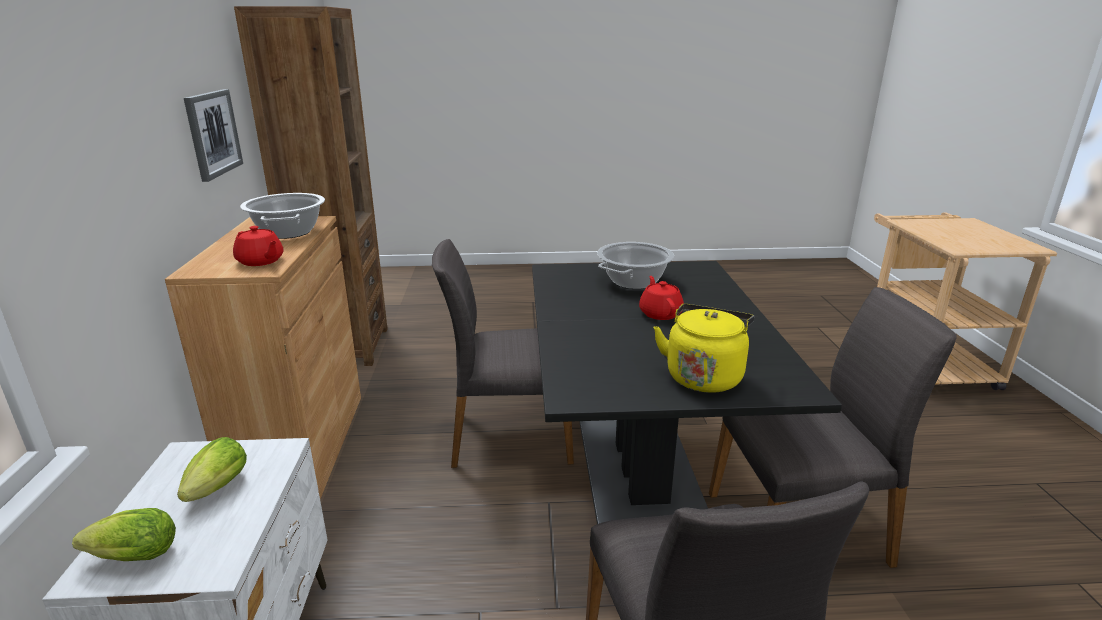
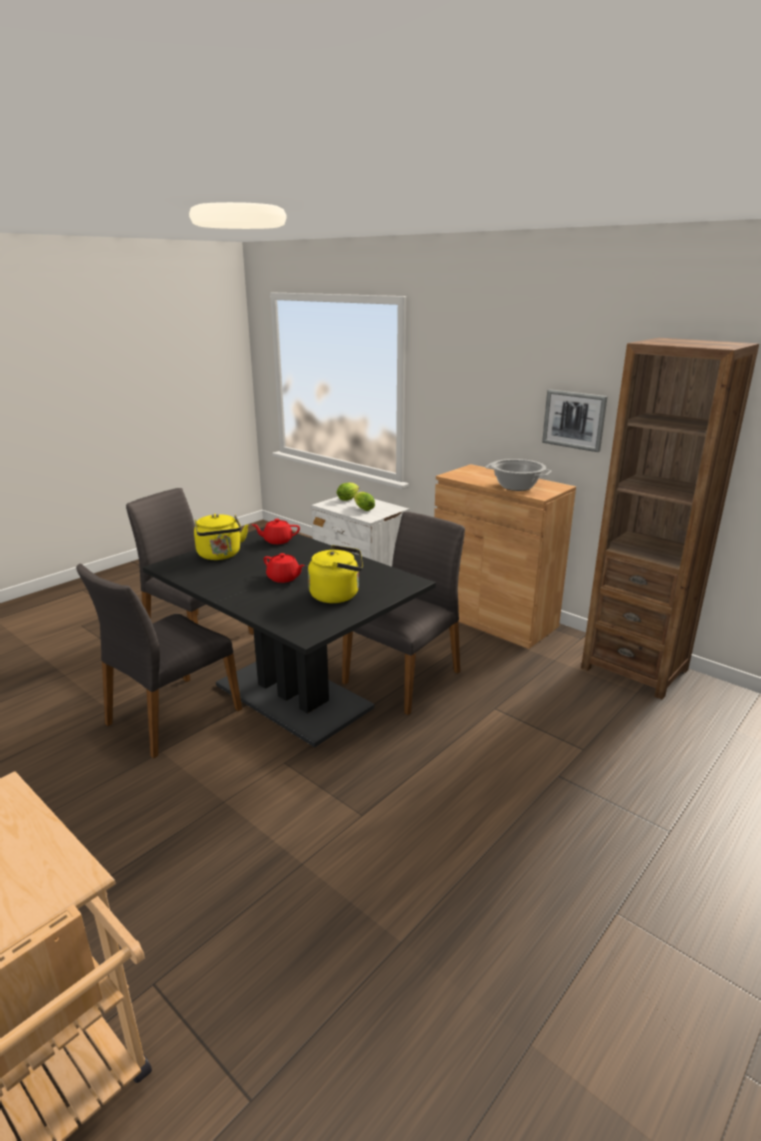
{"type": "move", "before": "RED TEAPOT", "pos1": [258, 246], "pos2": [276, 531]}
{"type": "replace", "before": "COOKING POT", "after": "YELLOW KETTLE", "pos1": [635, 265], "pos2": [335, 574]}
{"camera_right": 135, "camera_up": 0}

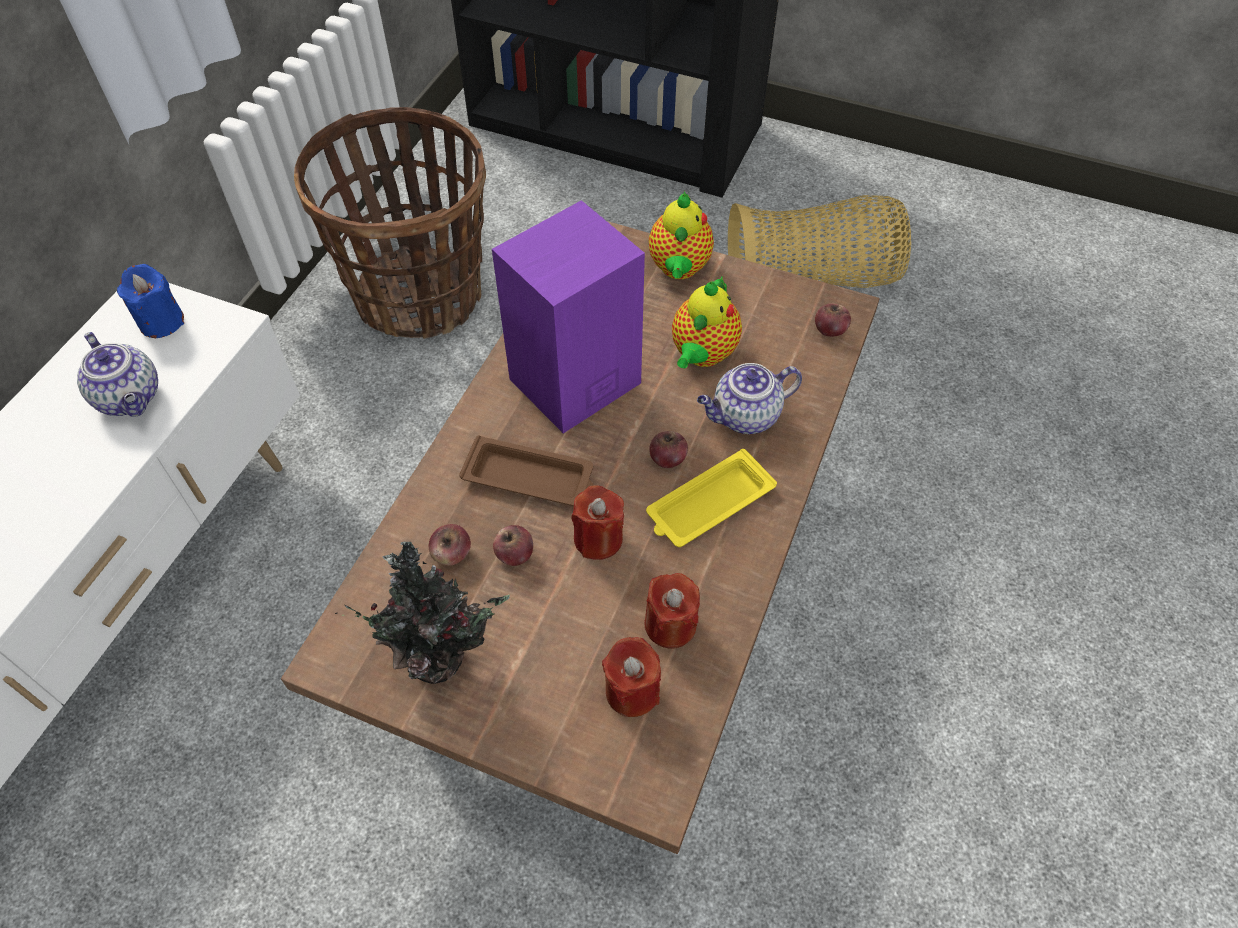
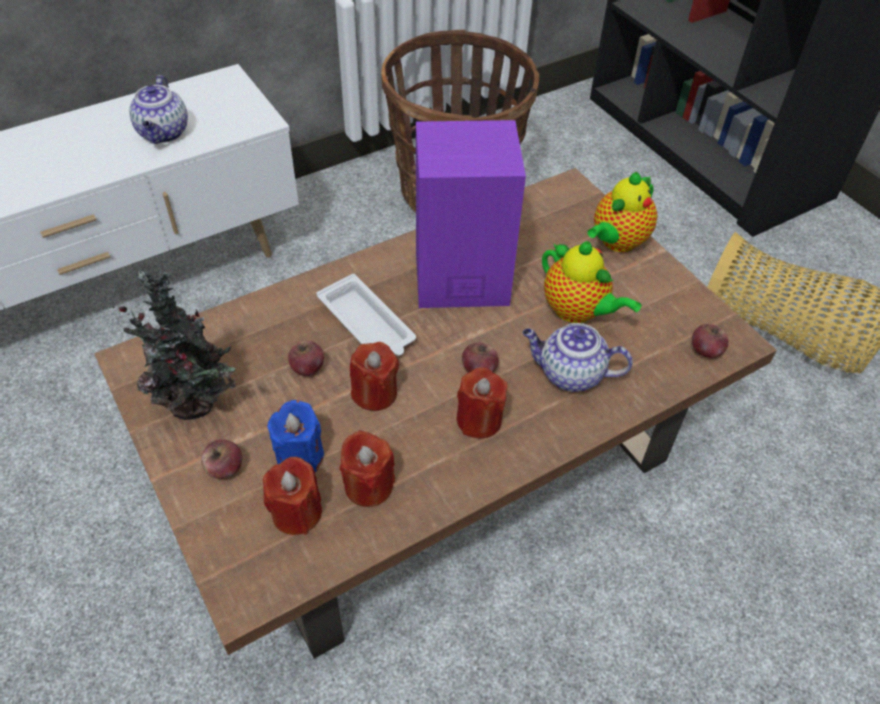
{"type": "move", "before": "BLUE CANDLE", "pos1": [150, 301], "pos2": [295, 436]}
{"type": "rotate", "before": "TEAPOT", "pos1": [707, 323], "pos2": [591, 282], "turn": -105}
{"type": "recolor", "before": "BROWN TRAY", "after": "WHITE TRAY", "pos1": [526, 470], "pos2": [366, 315]}
{"type": "replace", "before": "YELLOW TRAY", "after": "RED CANDLE", "pos1": [711, 498], "pos2": [482, 403]}
{"type": "move", "before": "APPLE", "pos1": [450, 545], "pos2": [221, 459]}
{"camera_right": 35, "camera_up": -5}

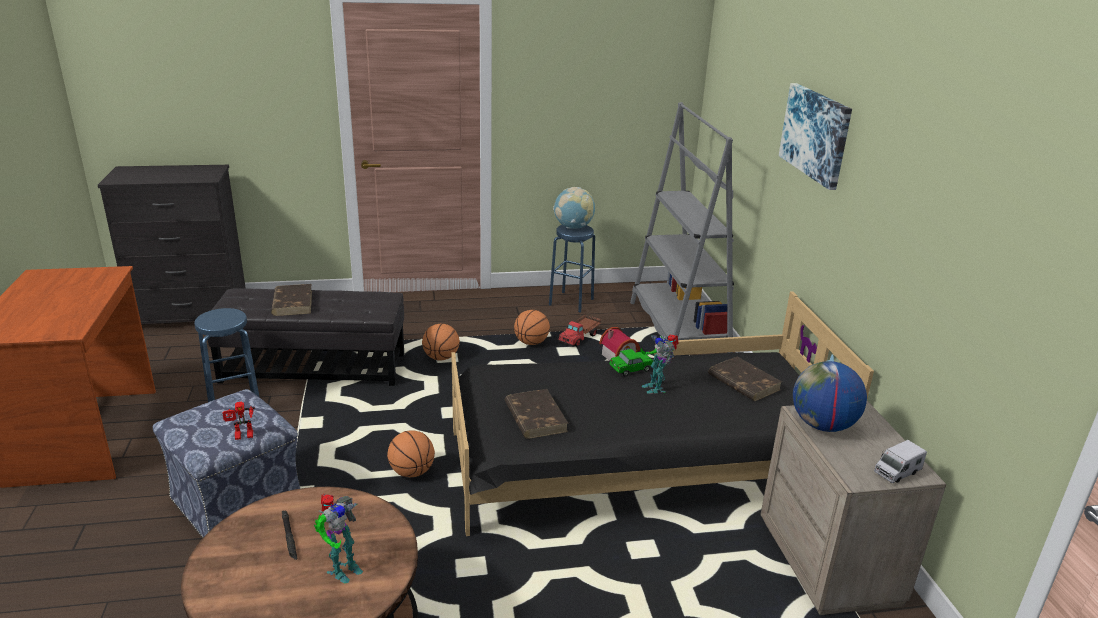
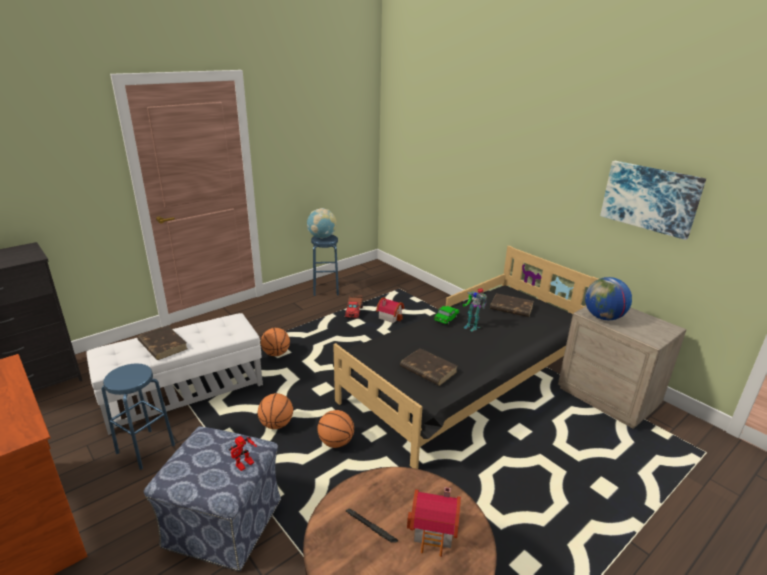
{"type": "move", "before": "PICTURE", "pos1": [815, 136], "pos2": [653, 200]}
{"type": "delete", "before": "GREY BOOKCASE", "pos1": [682, 227]}
{"type": "recolor", "before": "BLACK OTTOMAN", "after": "WHITE OTTOMAN", "pos1": [306, 337], "pos2": [174, 374]}
{"type": "move", "before": "BASKETBALL", "pos1": [532, 327], "pos2": [275, 411]}
{"type": "delete", "before": "TOY TRUCK", "pos1": [900, 461]}
{"type": "replace", "before": "TOY ROBOT", "after": "TOY HOUSE", "pos1": [338, 539], "pos2": [434, 522]}
{"camera_right": -30, "camera_up": 0}

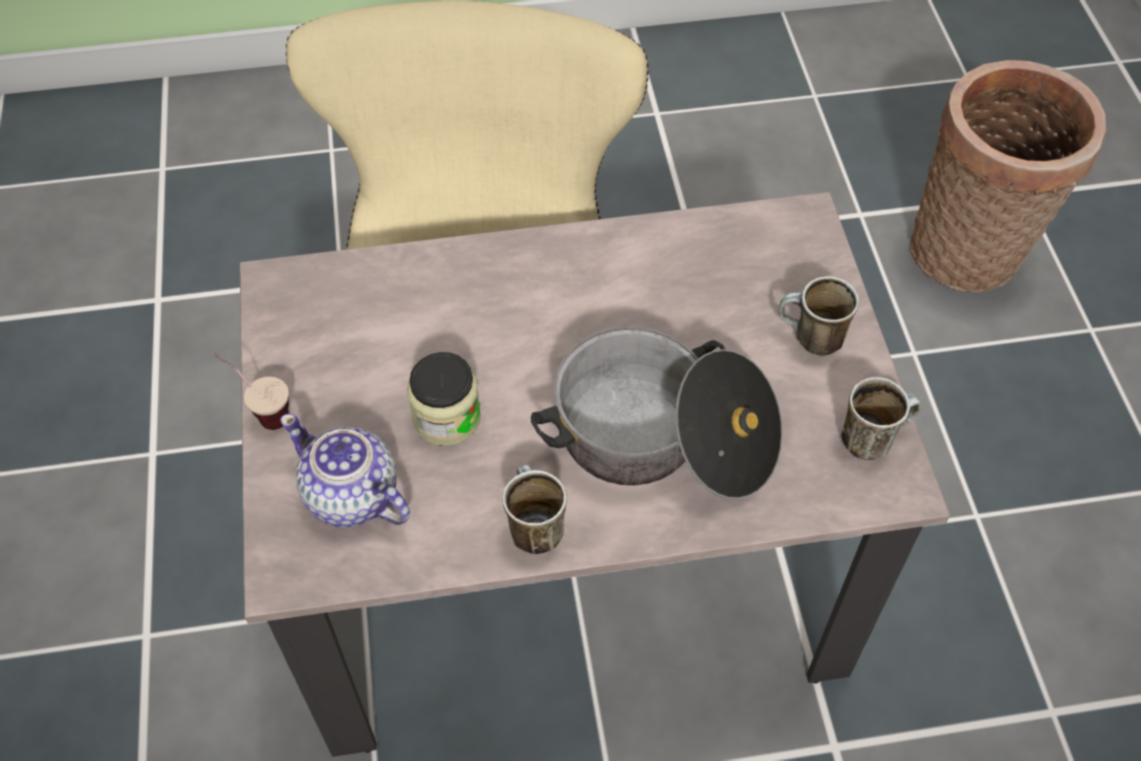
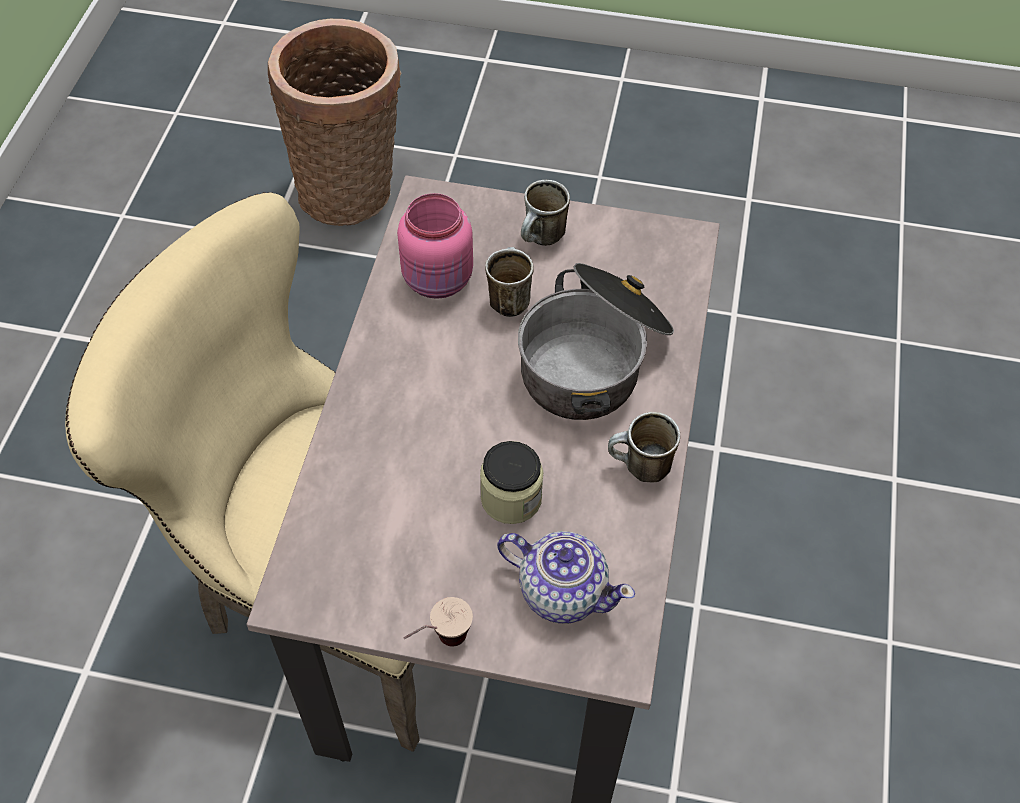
{"type": "move", "before": "MUG", "pos1": [881, 418], "pos2": [509, 282]}
{"type": "rotate", "before": "TEAPOT", "pos1": [345, 471], "pos2": [566, 577], "turn": -120}
{"type": "insert", "after": "PINK JAR", "pos2": [435, 246]}
{"camera_right": -70, "camera_up": 0}

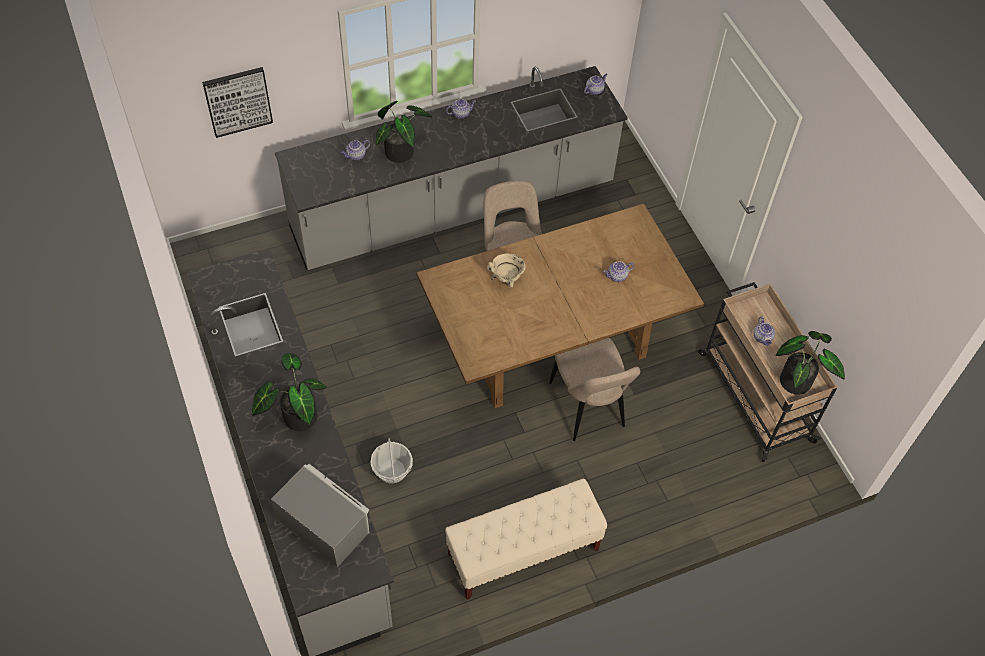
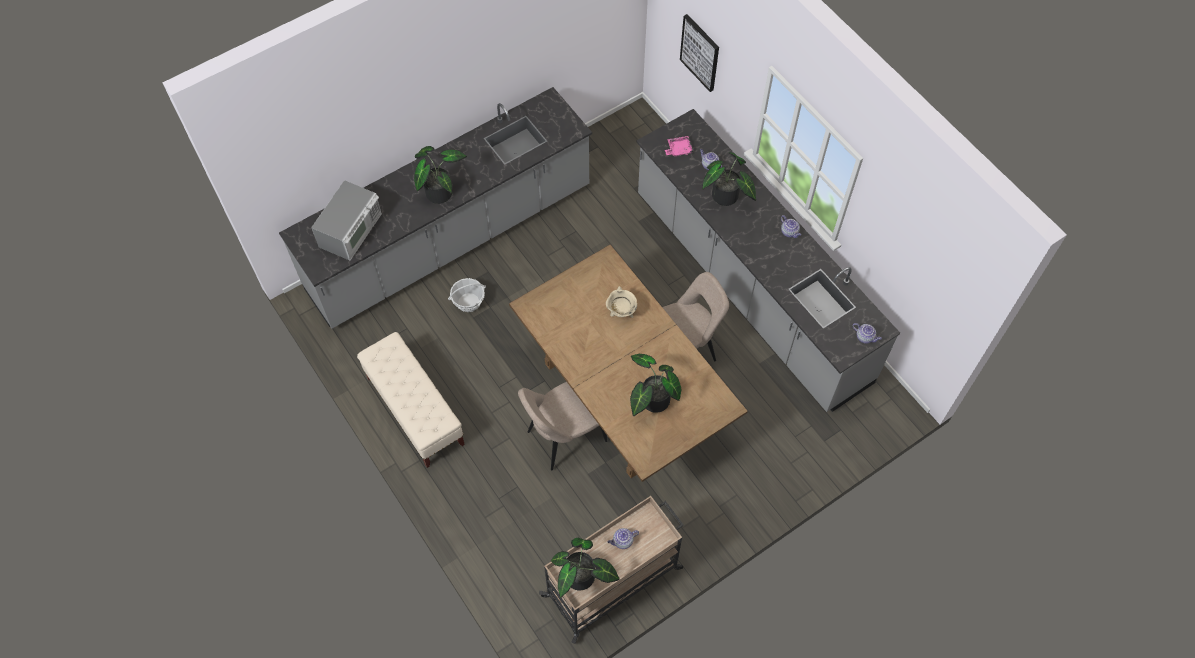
{"type": "replace", "before": "TEAPOT", "after": "POTTED PLANT", "pos1": [618, 271], "pos2": [656, 385]}
{"type": "insert", "after": "PINK TRAY", "pos2": [679, 146]}
{"camera_right": 80, "camera_up": 5}

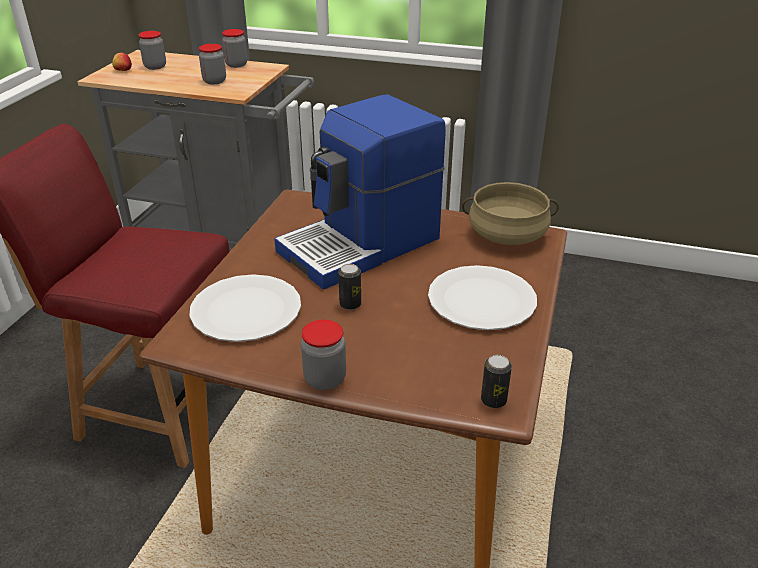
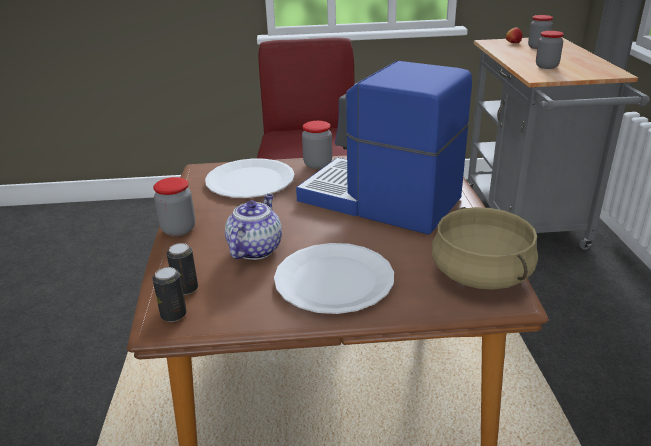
{"type": "move", "before": "JAR", "pos1": [234, 48], "pos2": [317, 145]}
{"type": "move", "before": "CAN", "pos1": [349, 287], "pos2": [182, 269]}
{"type": "insert", "after": "TEAPOT", "pos2": [253, 227]}
{"camera_right": 70, "camera_up": -5}

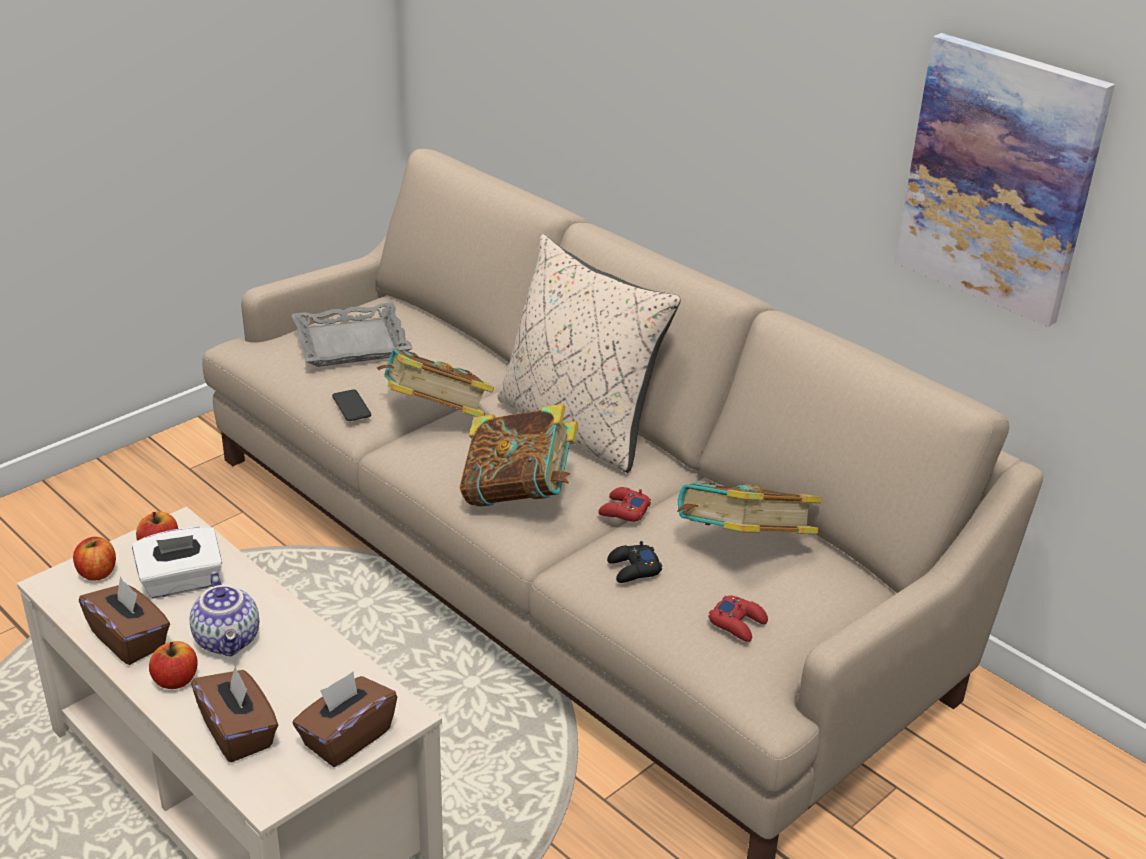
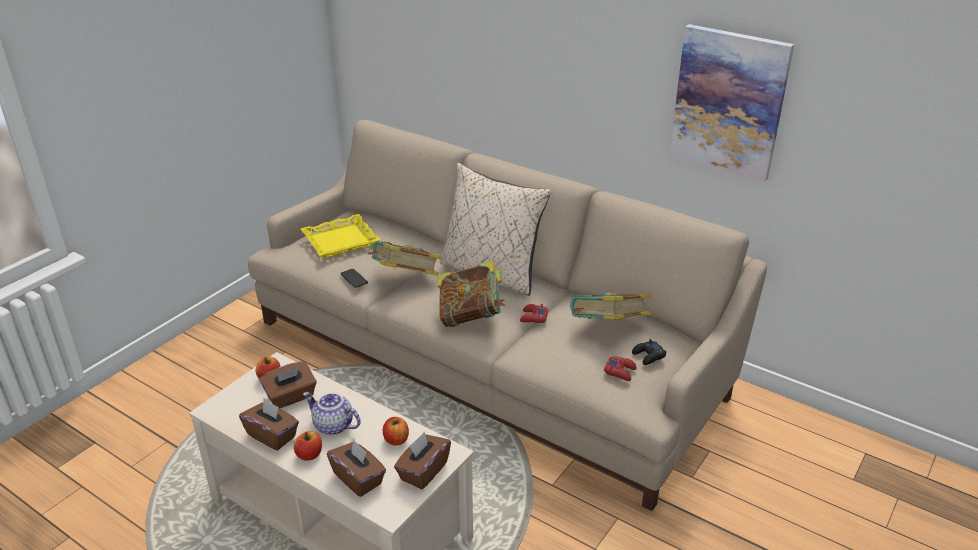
{"type": "recolor", "before": "GREY TRAY", "after": "YELLOW TRAY", "pos1": [352, 334], "pos2": [341, 236]}
{"type": "recolor", "before": "WHITE TISSUE BOX", "after": "BROWN TISSUE BOX", "pos1": [177, 562], "pos2": [288, 385]}
{"type": "move", "before": "APPLE", "pos1": [94, 559], "pos2": [396, 431]}
{"type": "move", "before": "BLACK GAME CONTROLLER", "pos1": [634, 562], "pos2": [649, 352]}
{"type": "rotate", "before": "TEAPOT", "pos1": [224, 614], "pos2": [332, 413], "turn": 150}
{"camera_right": -10, "camera_up": 0}

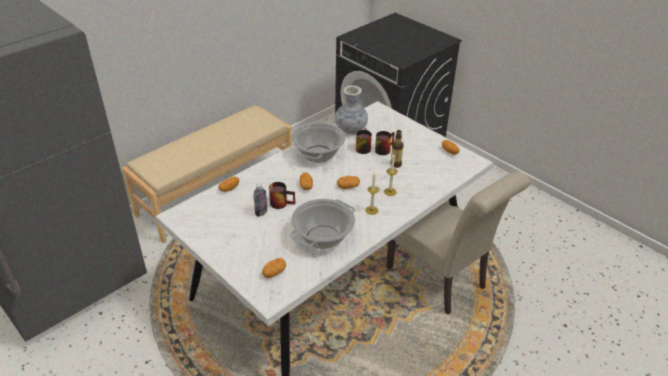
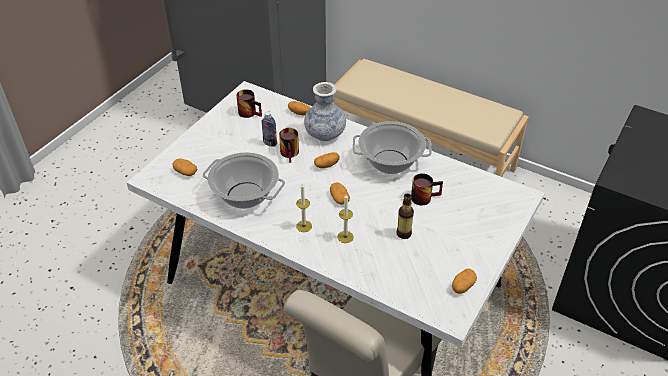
{"type": "move", "before": "VASE", "pos1": [351, 109], "pos2": [325, 111]}
{"type": "move", "before": "MUG", "pos1": [385, 143], "pos2": [249, 103]}
{"camera_right": 75, "camera_up": 5}

